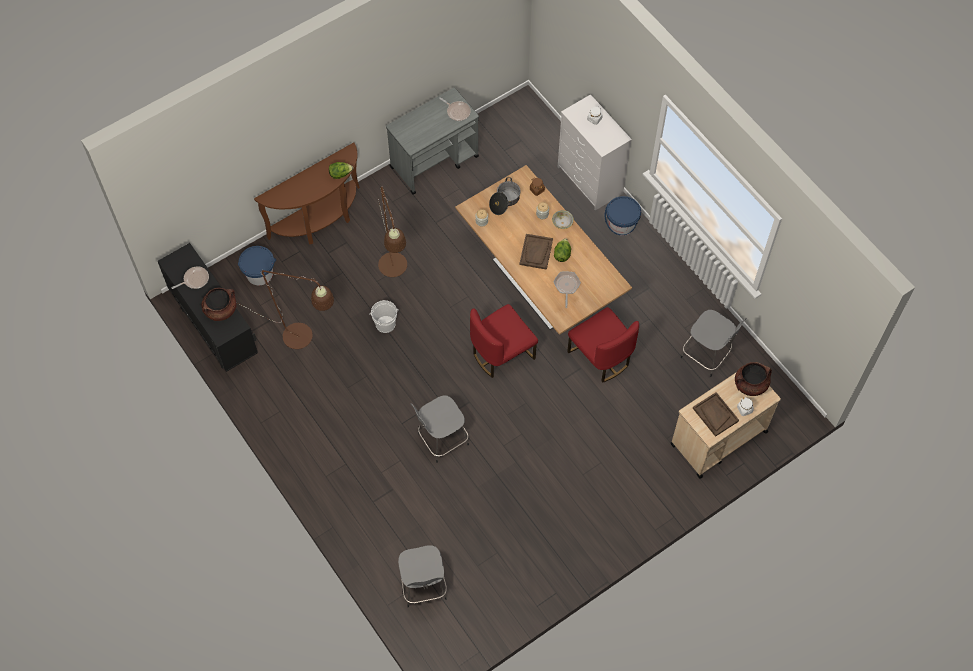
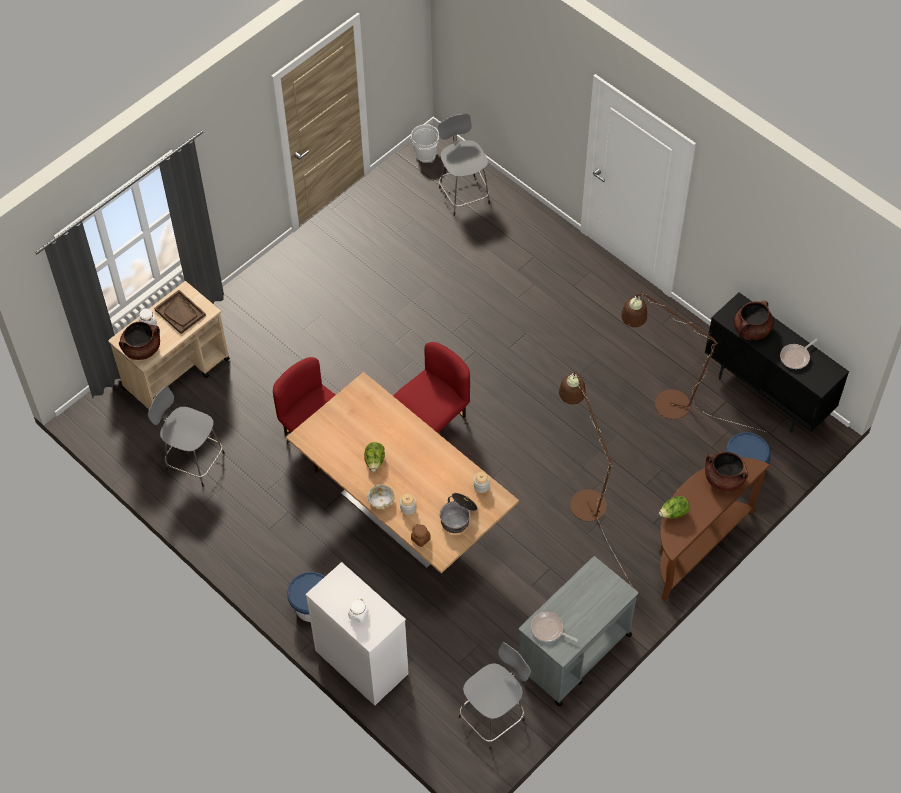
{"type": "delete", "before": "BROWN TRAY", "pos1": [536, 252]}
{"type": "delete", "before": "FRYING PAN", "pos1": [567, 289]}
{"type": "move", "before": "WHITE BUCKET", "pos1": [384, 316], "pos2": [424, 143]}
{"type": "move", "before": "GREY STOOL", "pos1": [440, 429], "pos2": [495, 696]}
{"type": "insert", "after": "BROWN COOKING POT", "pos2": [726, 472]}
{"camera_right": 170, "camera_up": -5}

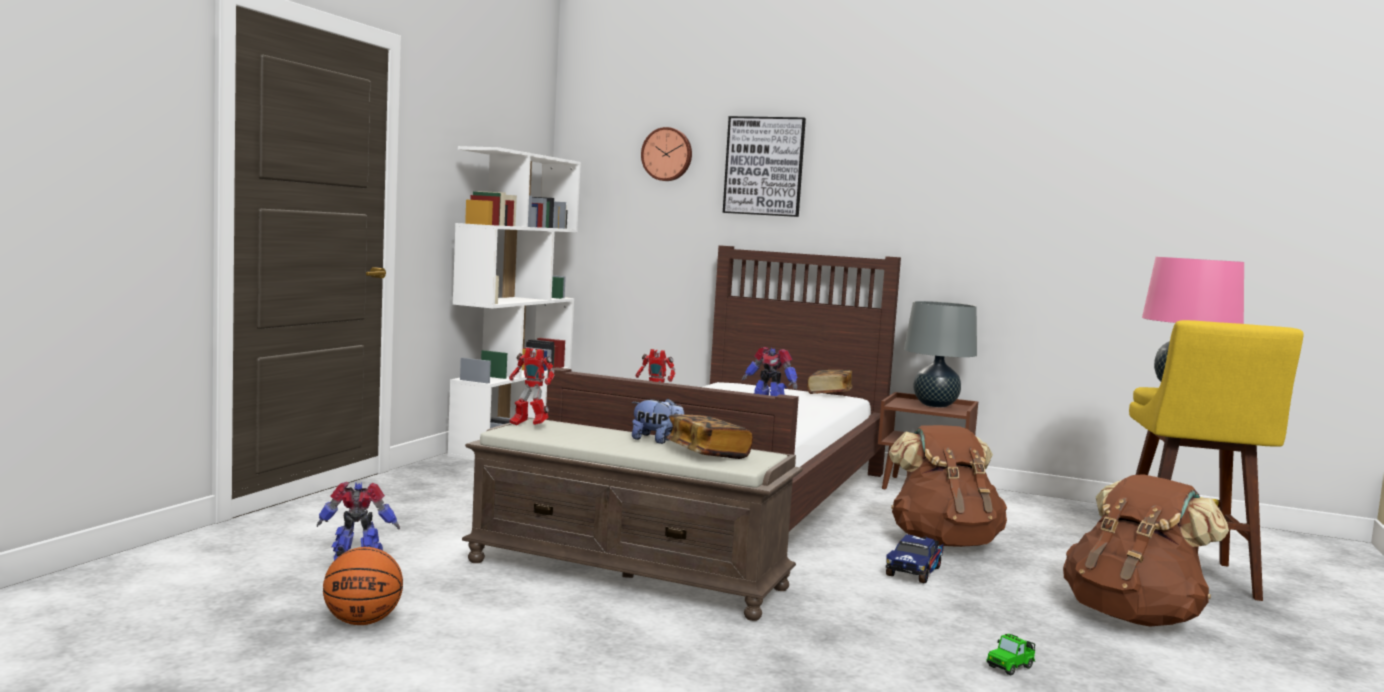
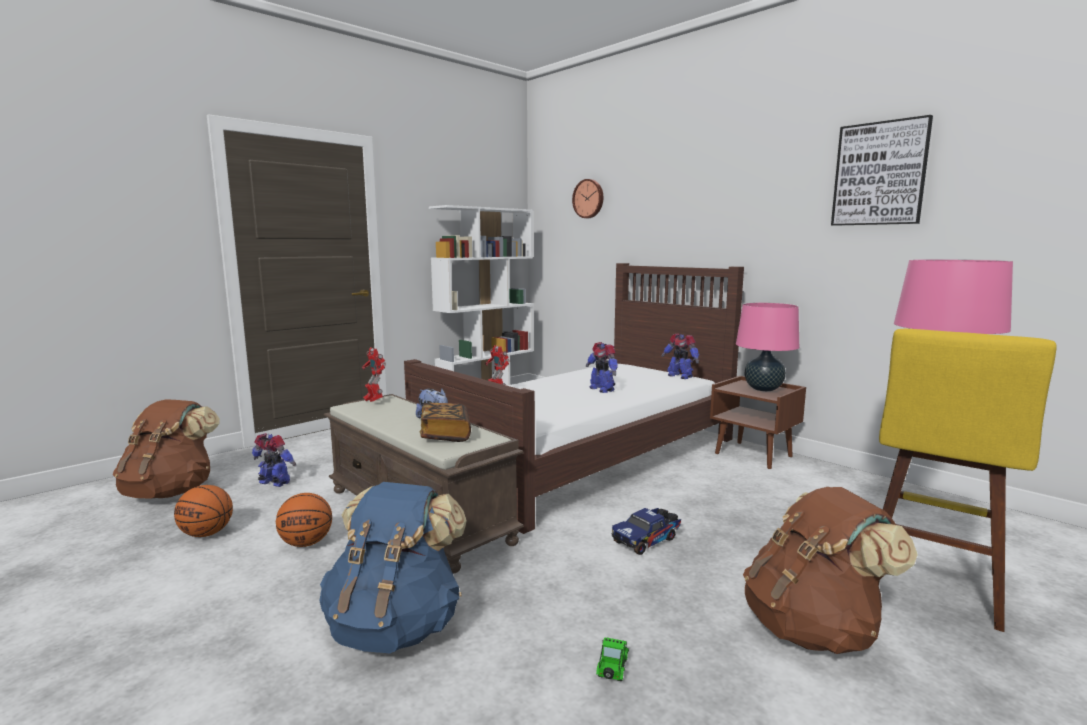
{"type": "move", "before": "PICTURE", "pos1": [764, 166], "pos2": [882, 170]}
{"type": "recolor", "before": "GREY TABLE LAMP", "after": "PINK TABLE LAMP", "pos1": [940, 354], "pos2": [767, 346]}
{"type": "replace", "before": "BOOK", "after": "TOY ROBOT", "pos1": [829, 382], "pos2": [680, 356]}
{"type": "move", "before": "BROWN BACKPACK", "pos1": [948, 486], "pos2": [166, 449]}
{"type": "rotate", "before": "TOY CAR", "pos1": [1010, 654], "pos2": [612, 659], "turn": 120}
{"type": "insert", "after": "BLUE BACKPACK", "pos2": [393, 567]}
{"type": "insert", "after": "BASKETBALL", "pos2": [304, 520]}
{"camera_right": 25, "camera_up": 5}

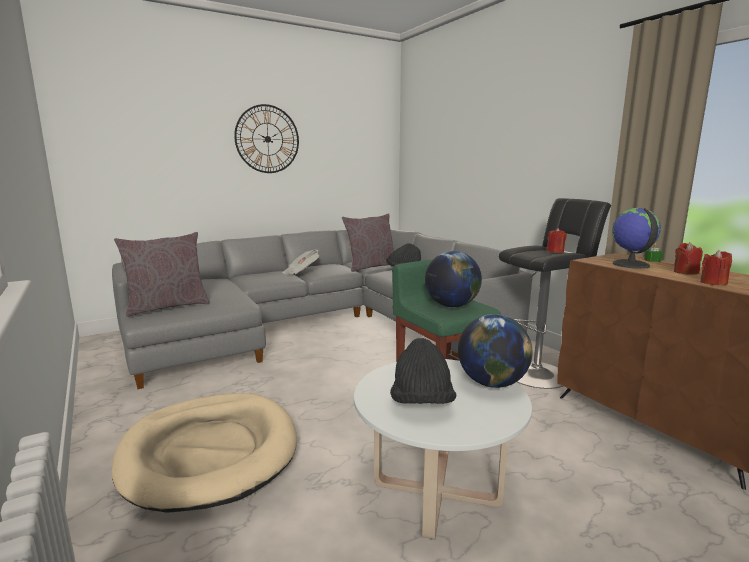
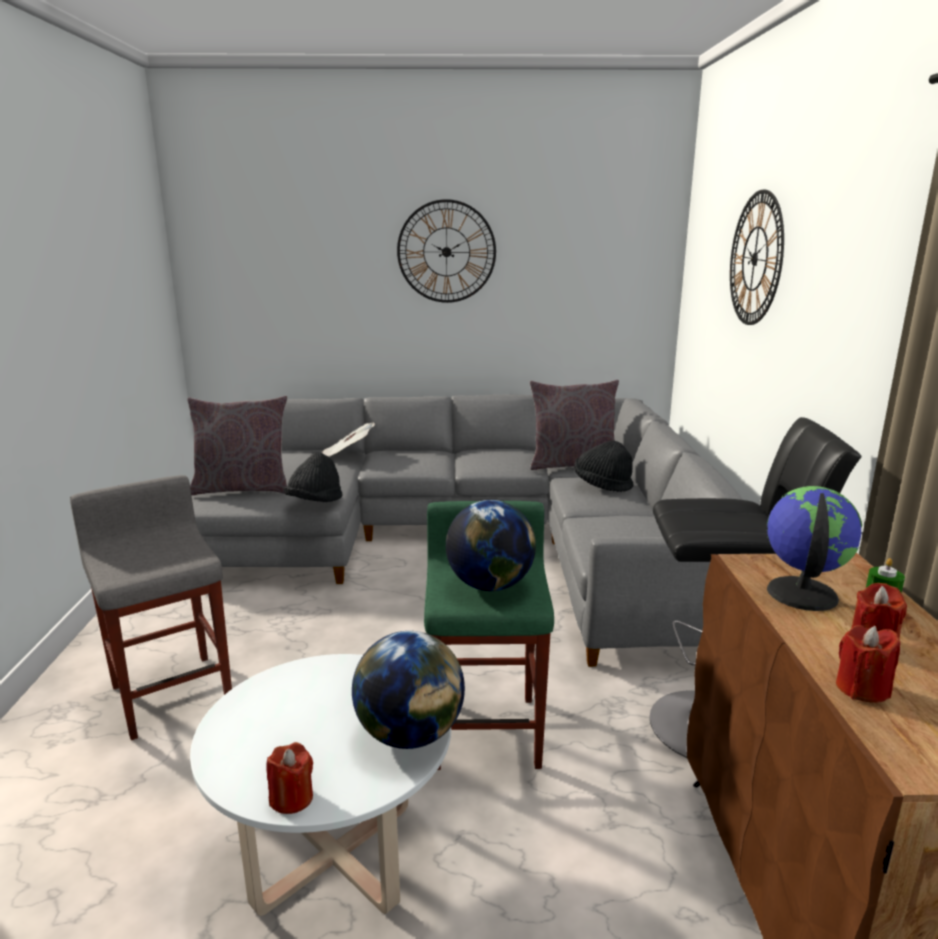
{"type": "move", "before": "RED CANDLE", "pos1": [557, 240], "pos2": [289, 778]}
{"type": "move", "before": "NEWSPAPER", "pos1": [300, 262], "pos2": [348, 440]}
{"type": "move", "before": "BLACK HAT", "pos1": [423, 371], "pos2": [313, 477]}
{"type": "replace", "before": "BEIGE DOG BED", "after": "GREY STOOL", "pos1": [204, 453], "pos2": [151, 607]}
{"type": "insert", "after": "WALL CLOCK", "pos2": [757, 257]}
{"camera_right": 30, "camera_up": 5}

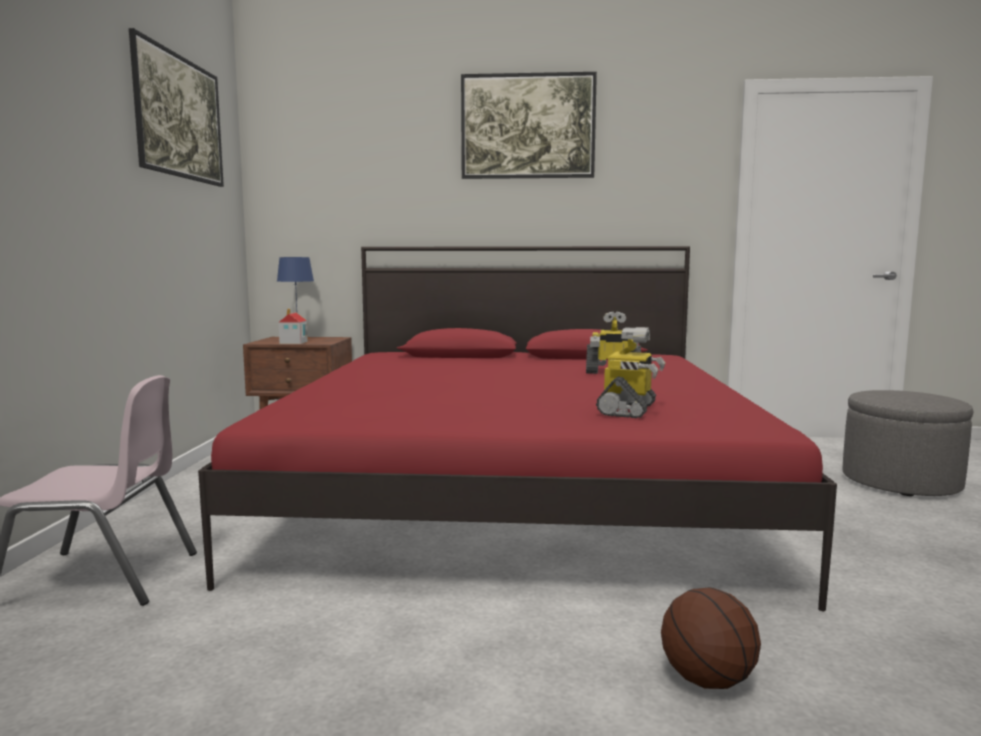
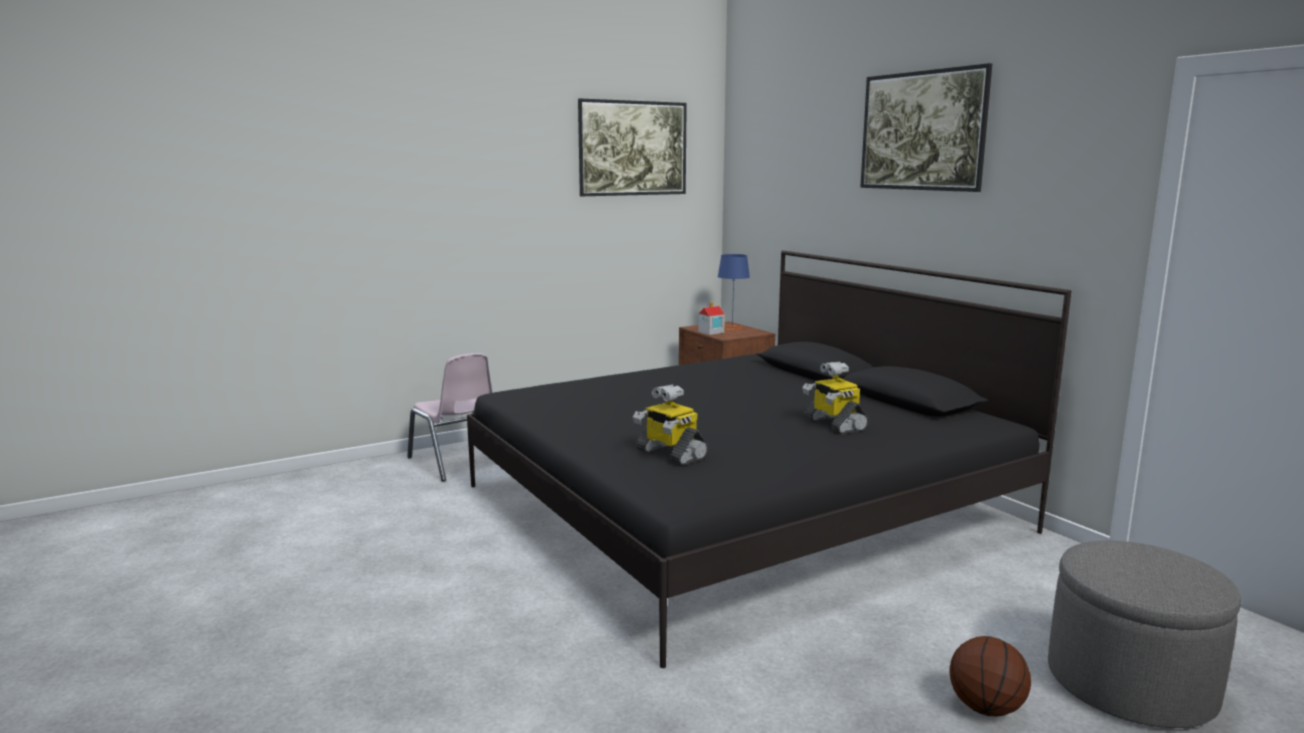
{"type": "recolor", "before": "RED BED", "after": "BLACK BED", "pos1": [517, 428], "pos2": [769, 459]}
{"type": "rotate", "before": "TOY ROBOT", "pos1": [631, 372], "pos2": [670, 425], "turn": 60}
{"type": "move", "before": "BASKETBALL", "pos1": [711, 638], "pos2": [990, 676]}
{"camera_right": 55, "camera_up": 5}

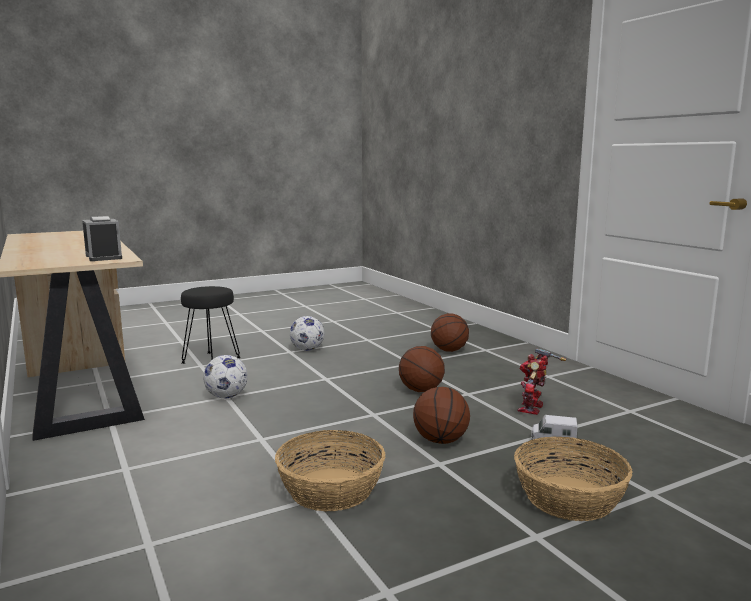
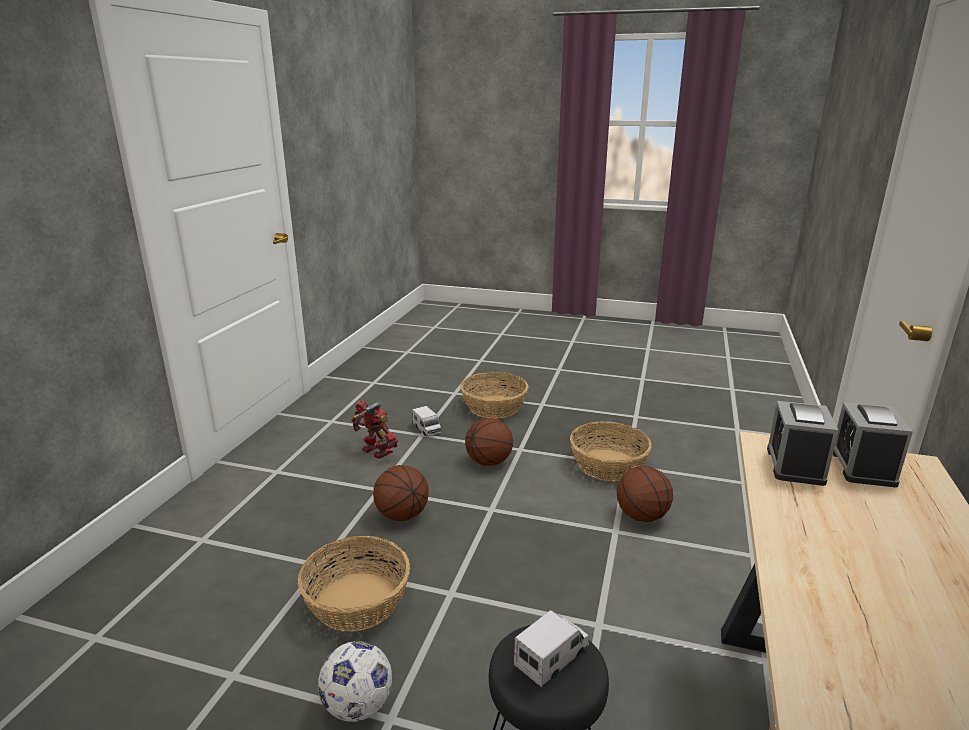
{"type": "move", "before": "BASKETBALL", "pos1": [450, 332], "pos2": [645, 494]}
{"type": "rotate", "before": "TOY ROBOT", "pos1": [541, 381], "pos2": [375, 429], "turn": -120}
{"type": "delete", "before": "FOOTBALL", "pos1": [225, 376]}
{"type": "insert", "after": "ALARM CLOCK", "pos2": [873, 444]}
{"type": "insert", "after": "BASKET", "pos2": [354, 584]}
{"type": "insert", "after": "TOY TRUCK", "pos2": [551, 648]}
{"camera_right": -135, "camera_up": 10}

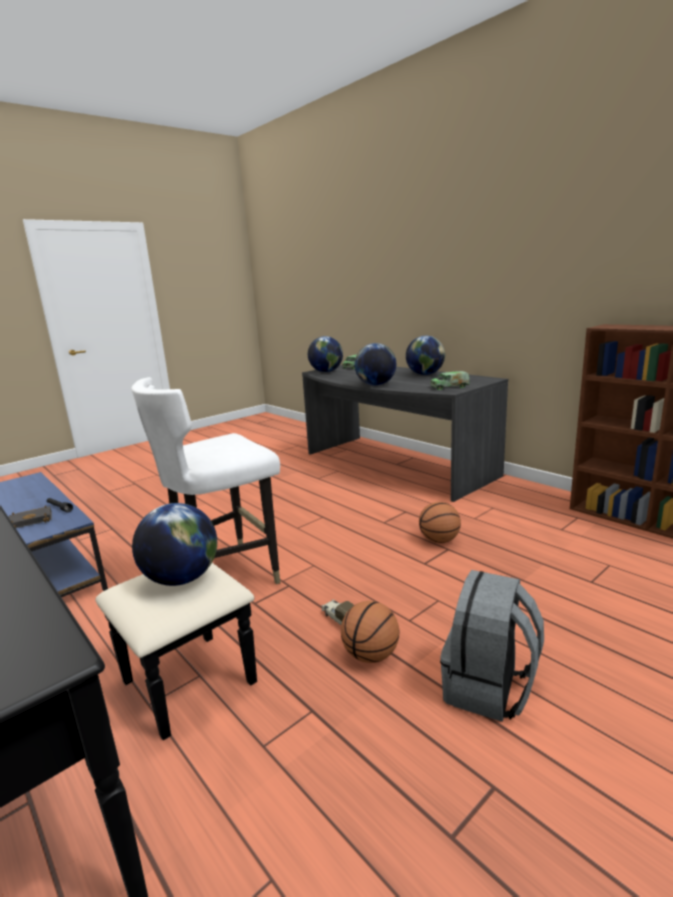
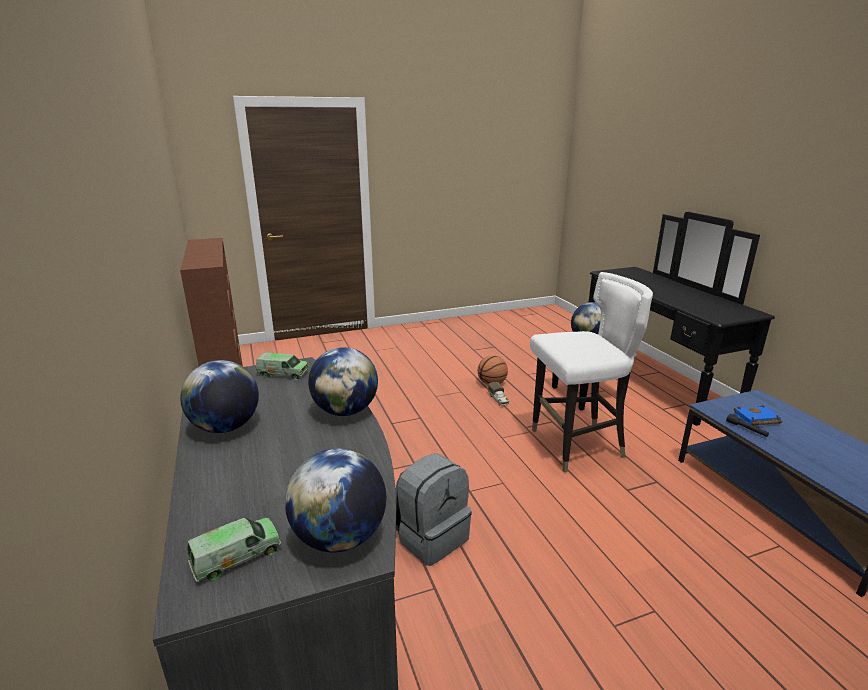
{"type": "delete", "before": "BASKETBALL", "pos1": [440, 522]}
{"type": "recolor", "before": "BLACK BOOK", "after": "BLUE BOOK", "pos1": [30, 517], "pos2": [758, 415]}
{"type": "move", "before": "GREY BACKPACK", "pos1": [492, 646], "pos2": [434, 509]}
{"camera_right": -160, "camera_up": 5}

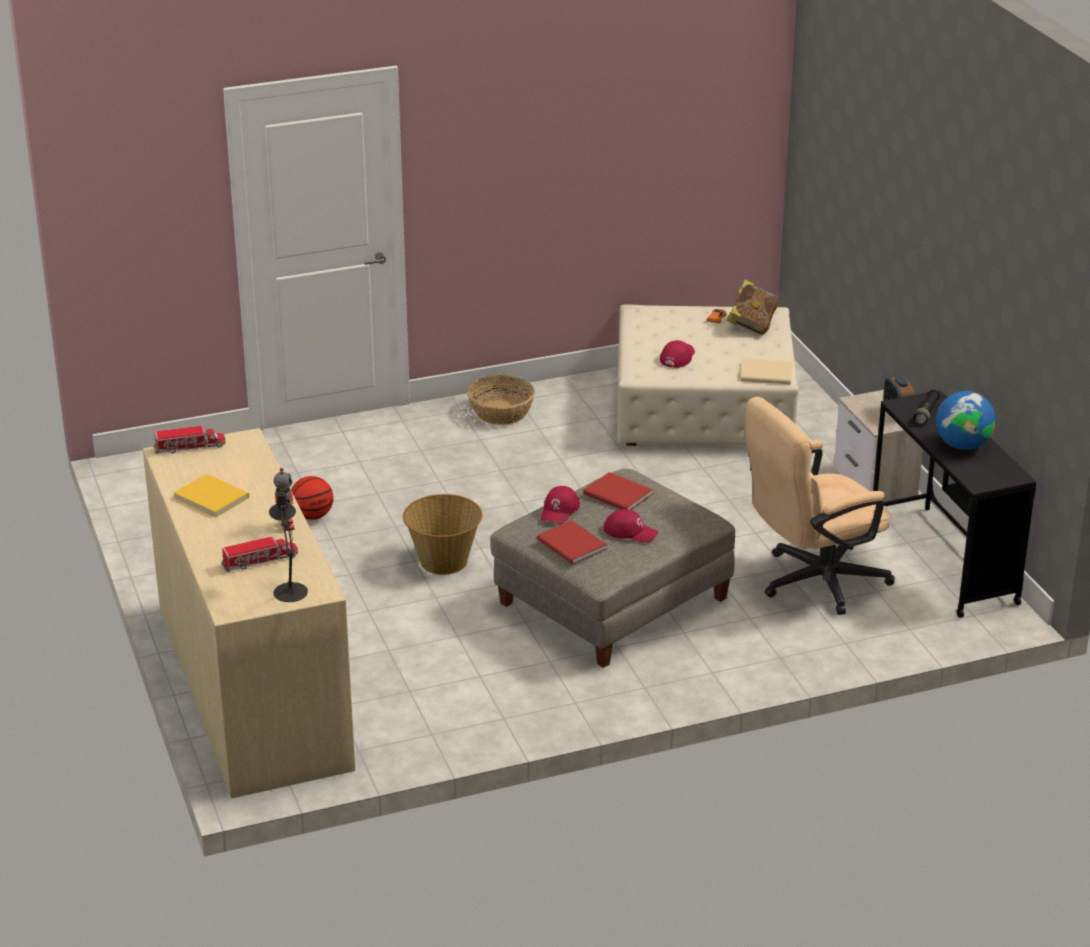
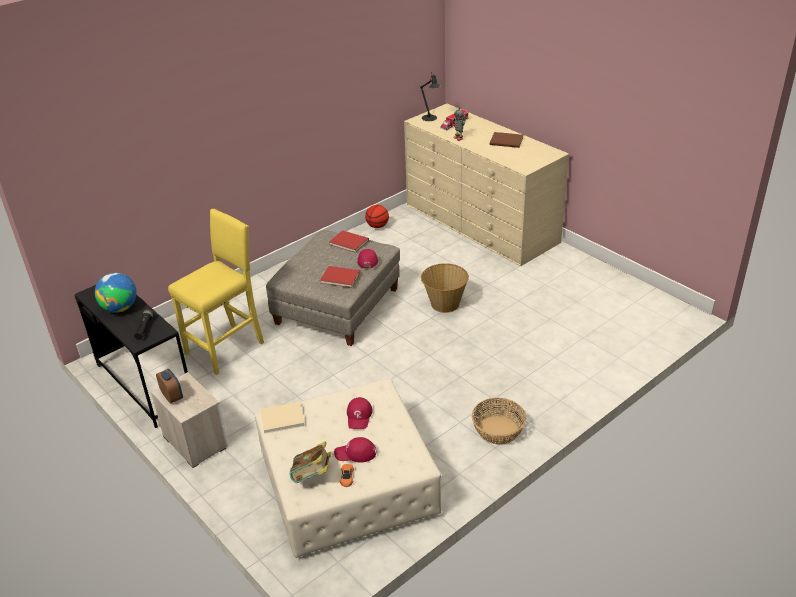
{"type": "replace", "before": "BEIGE OFFICE CHAIR", "after": "YELLOW STOOL", "pos1": [819, 506], "pos2": [216, 292]}
{"type": "delete", "before": "TOY TRUCK", "pos1": [190, 440]}
{"type": "recolor", "before": "YELLOW BOOK", "after": "BROWN BOOK", "pos1": [211, 495], "pos2": [507, 140]}
{"type": "move", "before": "BASKETBALL", "pos1": [312, 498], "pos2": [377, 216]}
{"type": "move", "before": "RED CAP", "pos1": [631, 526], "pos2": [355, 450]}
{"camera_right": 160, "camera_up": 5}

